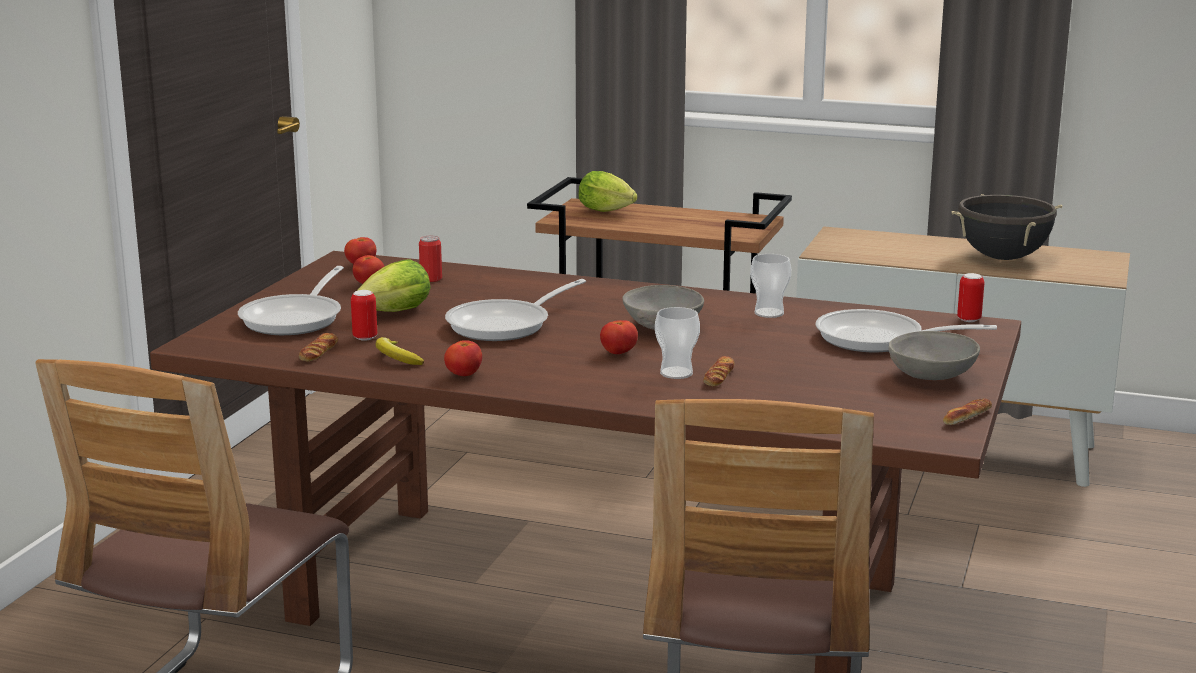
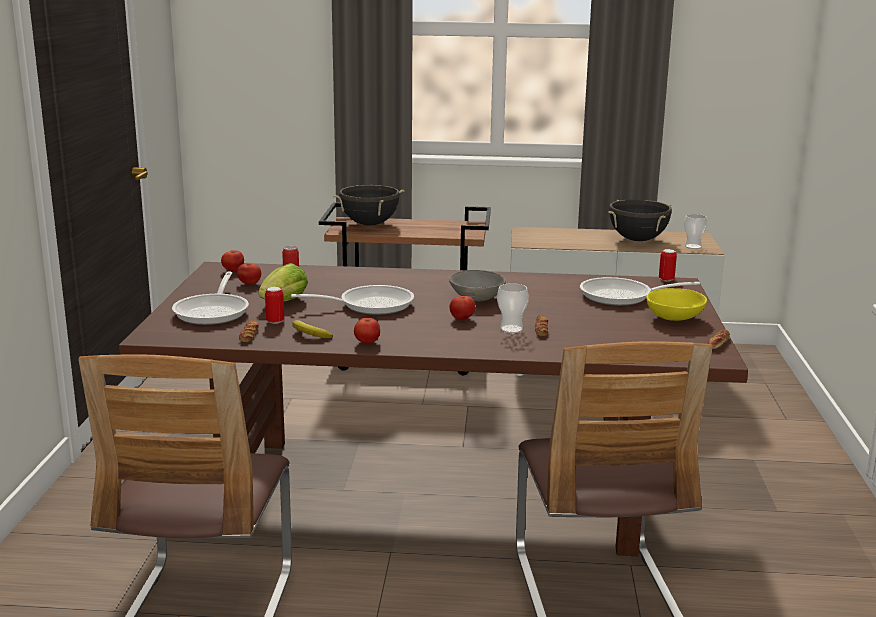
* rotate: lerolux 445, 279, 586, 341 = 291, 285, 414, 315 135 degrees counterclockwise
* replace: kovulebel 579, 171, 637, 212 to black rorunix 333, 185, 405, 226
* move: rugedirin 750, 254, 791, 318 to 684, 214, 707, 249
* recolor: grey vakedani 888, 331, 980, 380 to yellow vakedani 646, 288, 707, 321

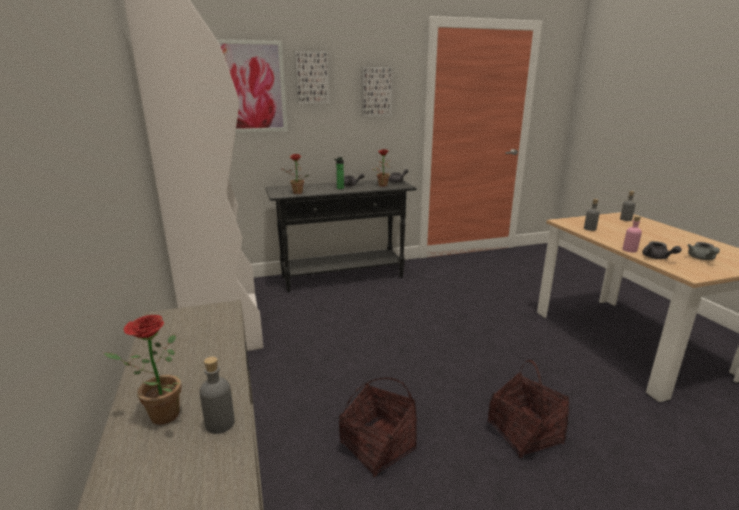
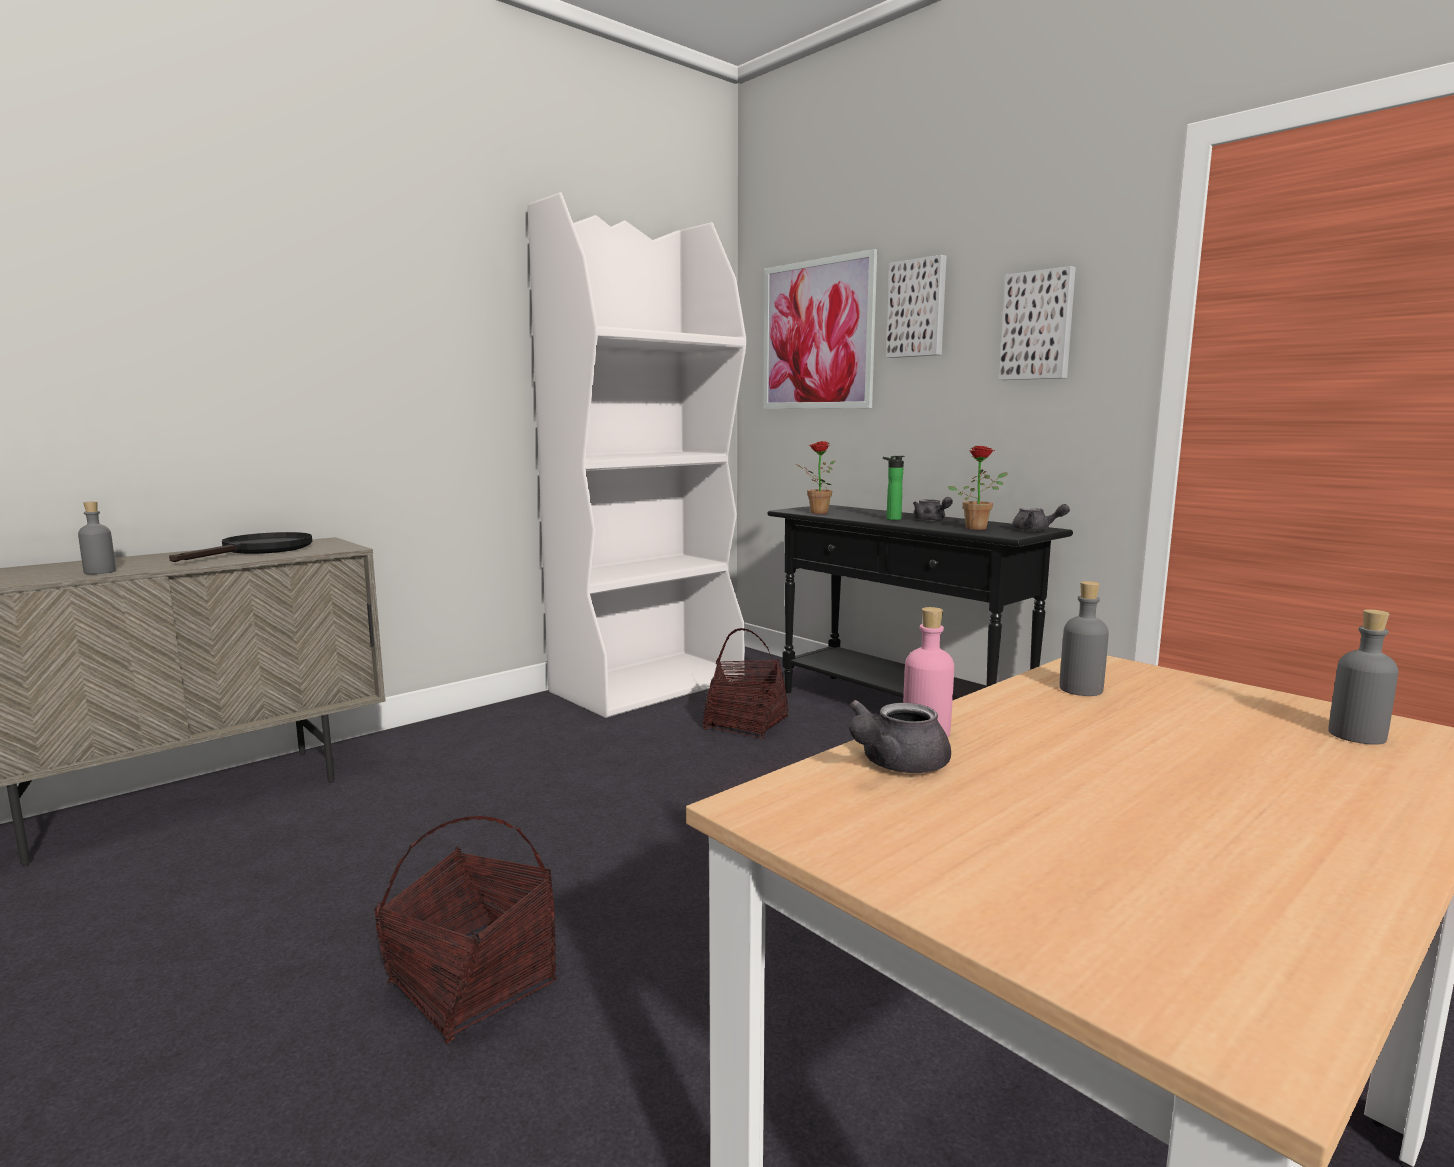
* delete: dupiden 104, 315, 181, 425
* move: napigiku 339, 378, 417, 477 to 703, 628, 789, 739
* delete: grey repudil 687, 242, 720, 260
* insert: black lerolux 169, 532, 312, 562

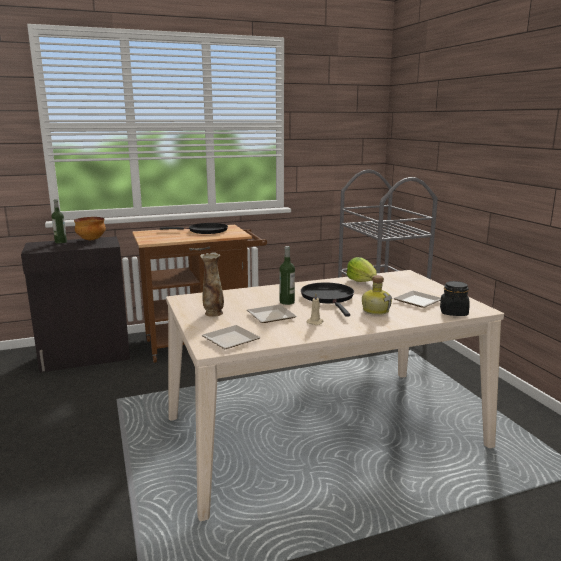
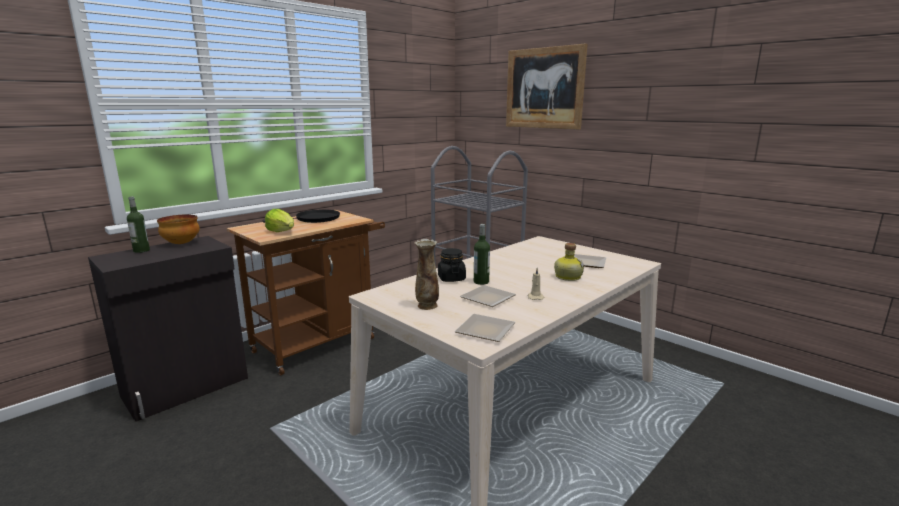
* delete: black lerolux 301, 282, 354, 317
* move: kovulebel 347, 257, 377, 282 to 265, 209, 294, 232
* move: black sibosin 440, 281, 470, 316 to 438, 248, 466, 282
* insert: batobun 506, 43, 588, 130

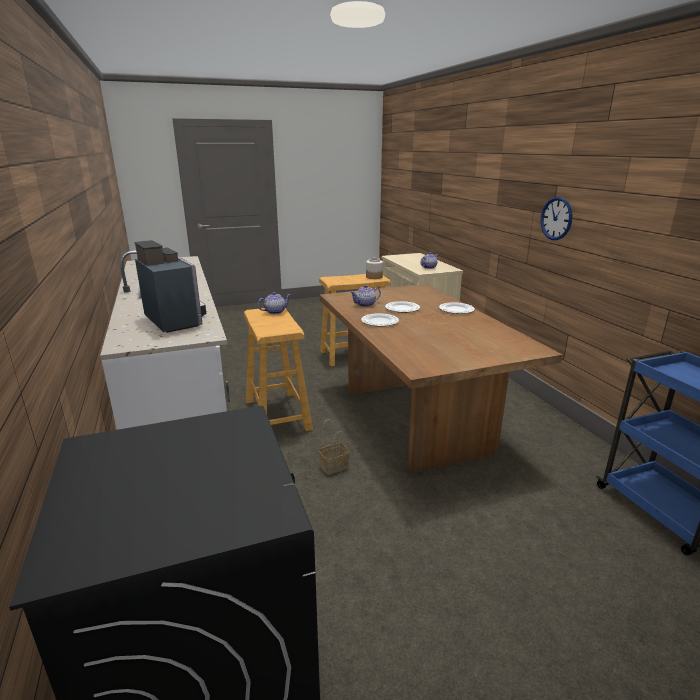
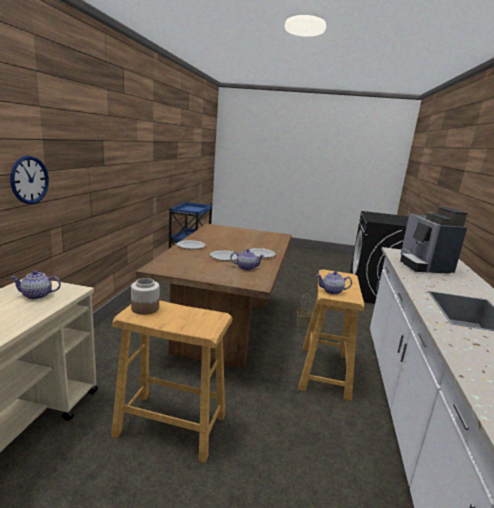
* move: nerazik 541, 197, 572, 240 to 10, 155, 49, 204

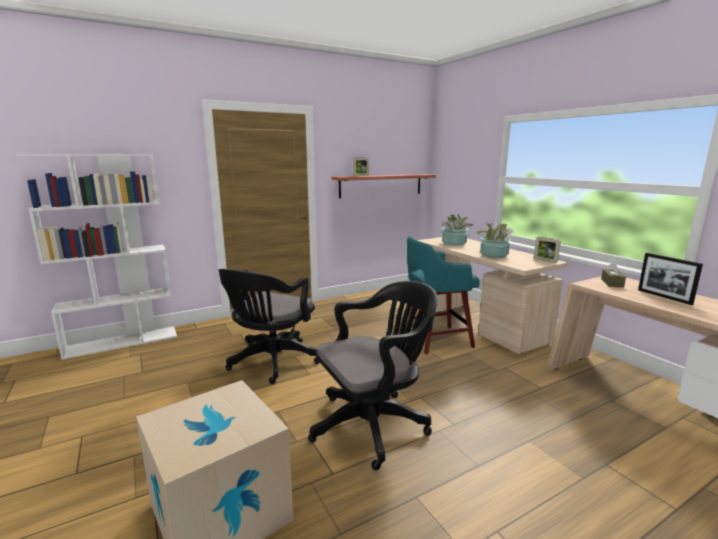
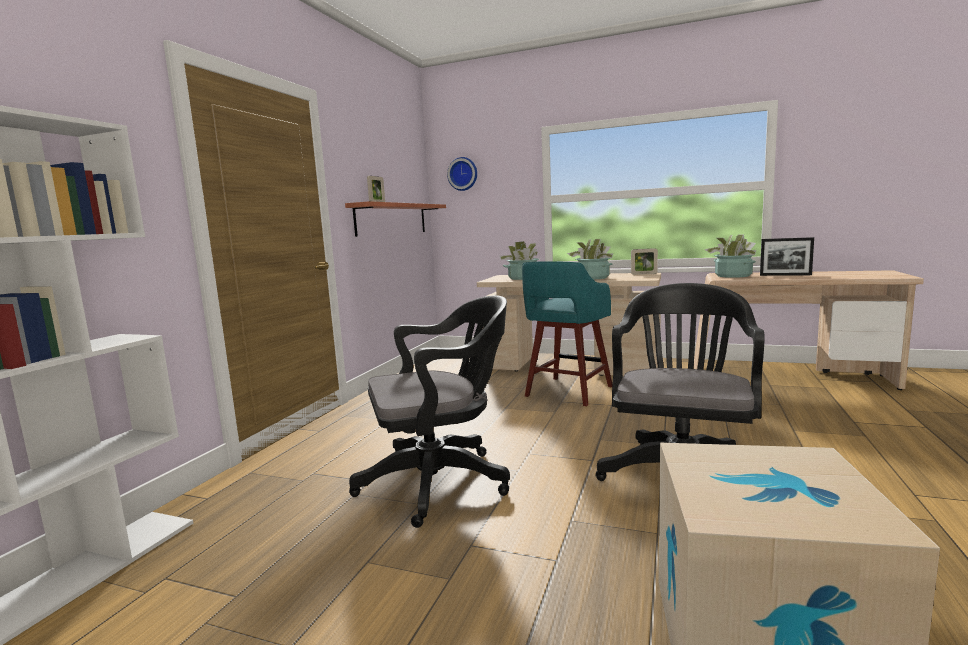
* rotate: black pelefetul 218, 269, 320, 384 = 349, 295, 510, 528 90 degrees counterclockwise
* replace: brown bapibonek 601, 262, 626, 288 to dupiden 704, 234, 757, 278
* insert: nerazik 447, 157, 477, 191

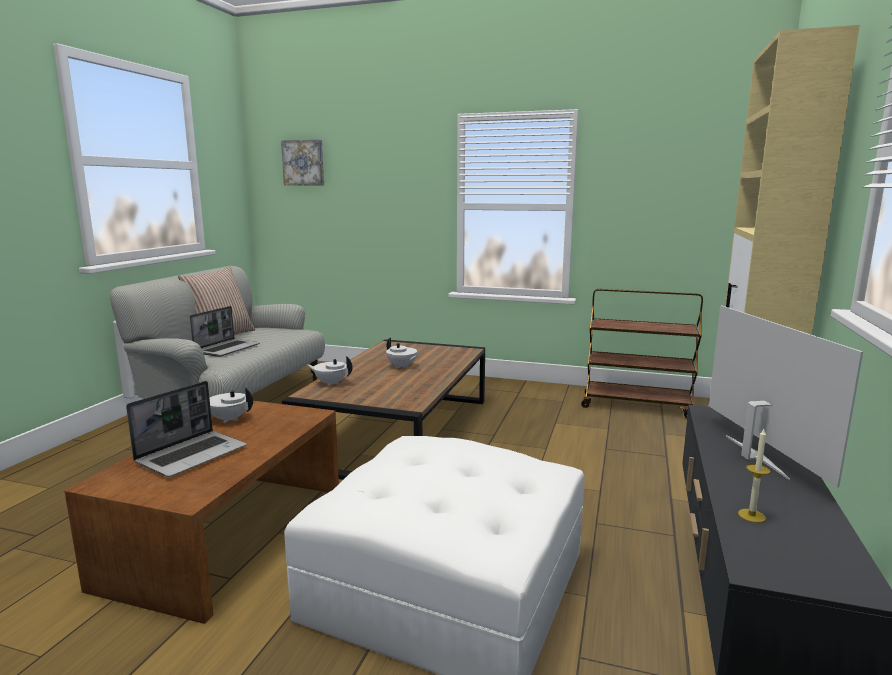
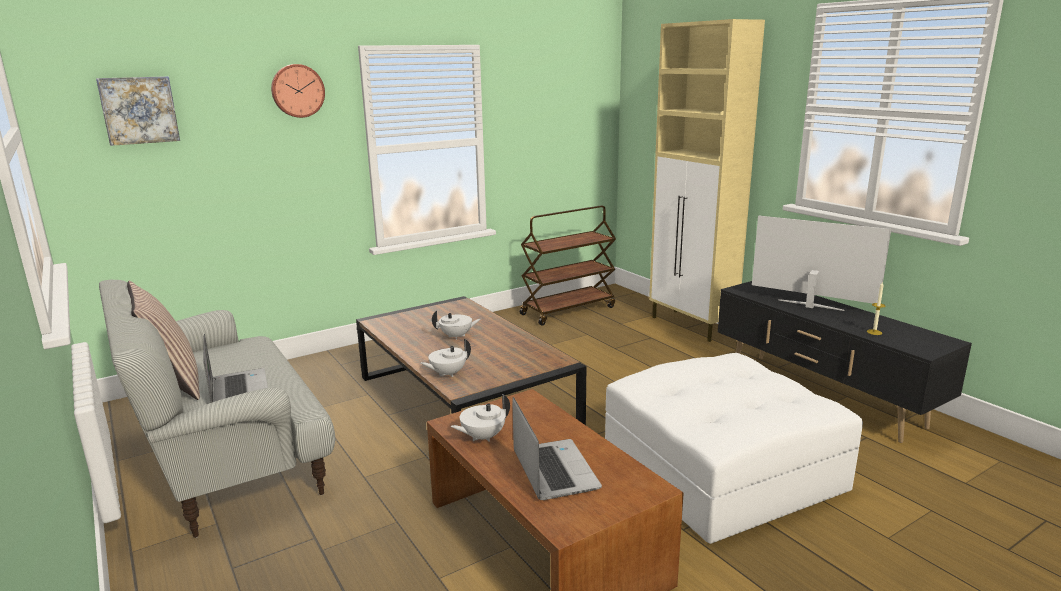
* insert: nerazik 271, 64, 325, 118

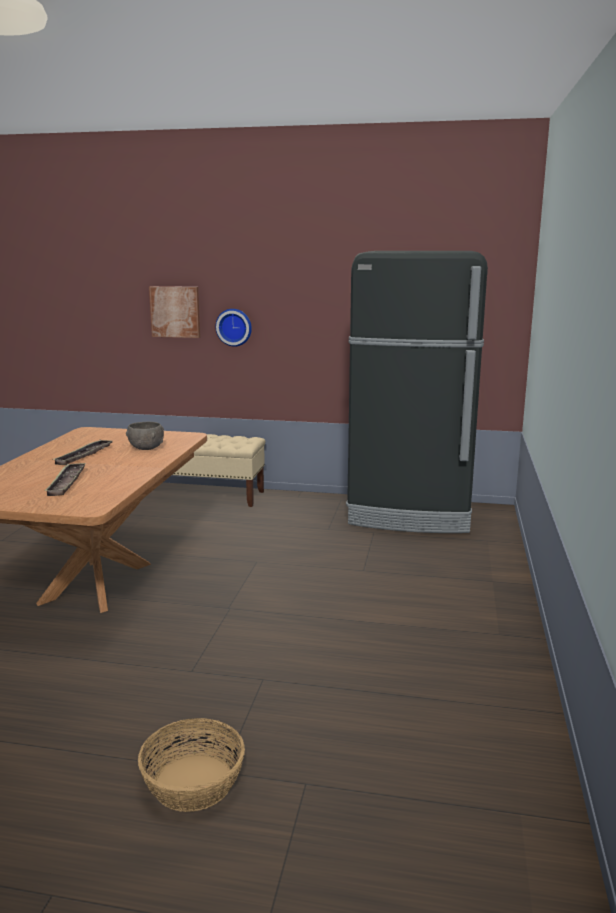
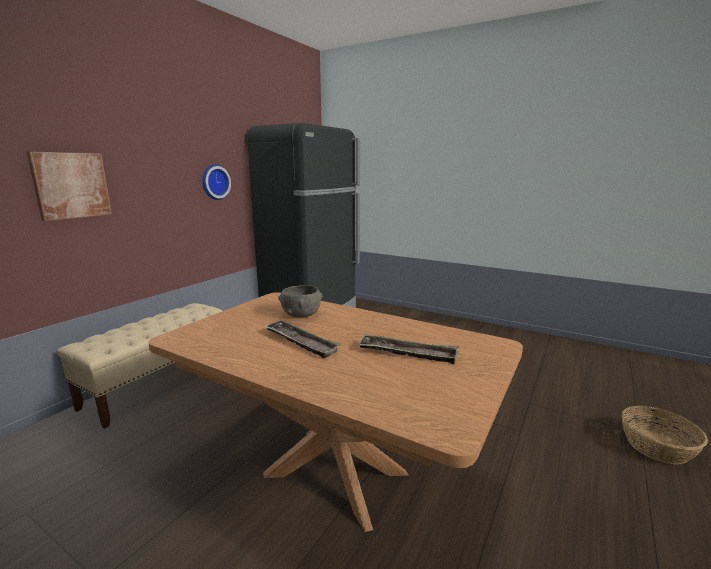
* move: nerazik 215, 309, 252, 347 to 202, 164, 231, 200

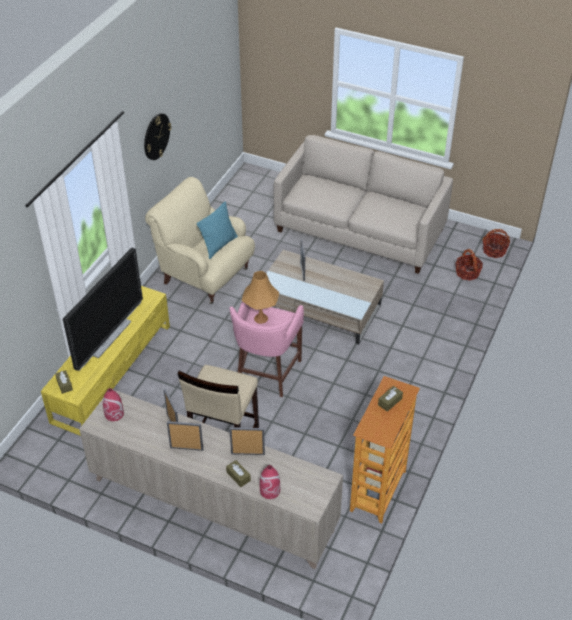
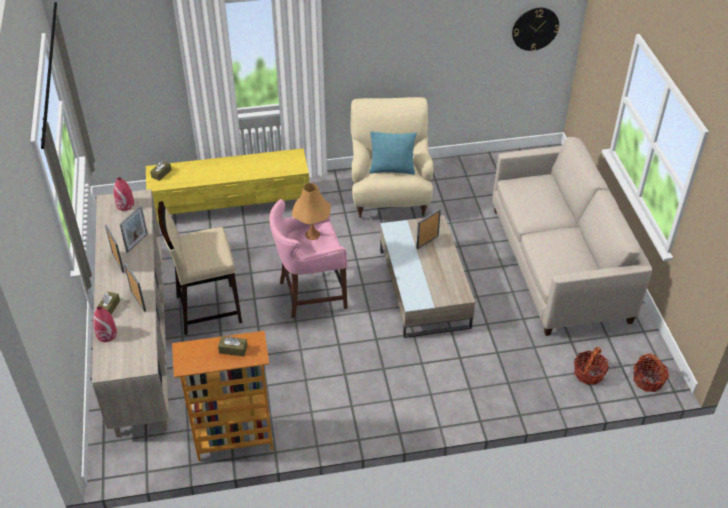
* delete: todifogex 63, 248, 143, 371
* move: nerazik 144, 113, 171, 160 to 512, 8, 559, 51

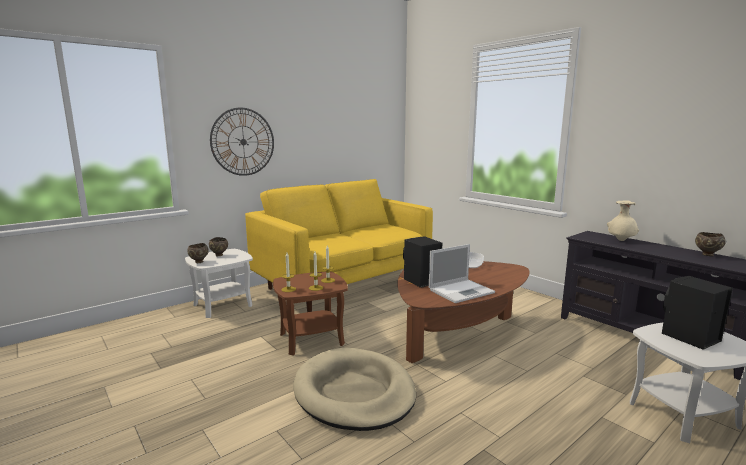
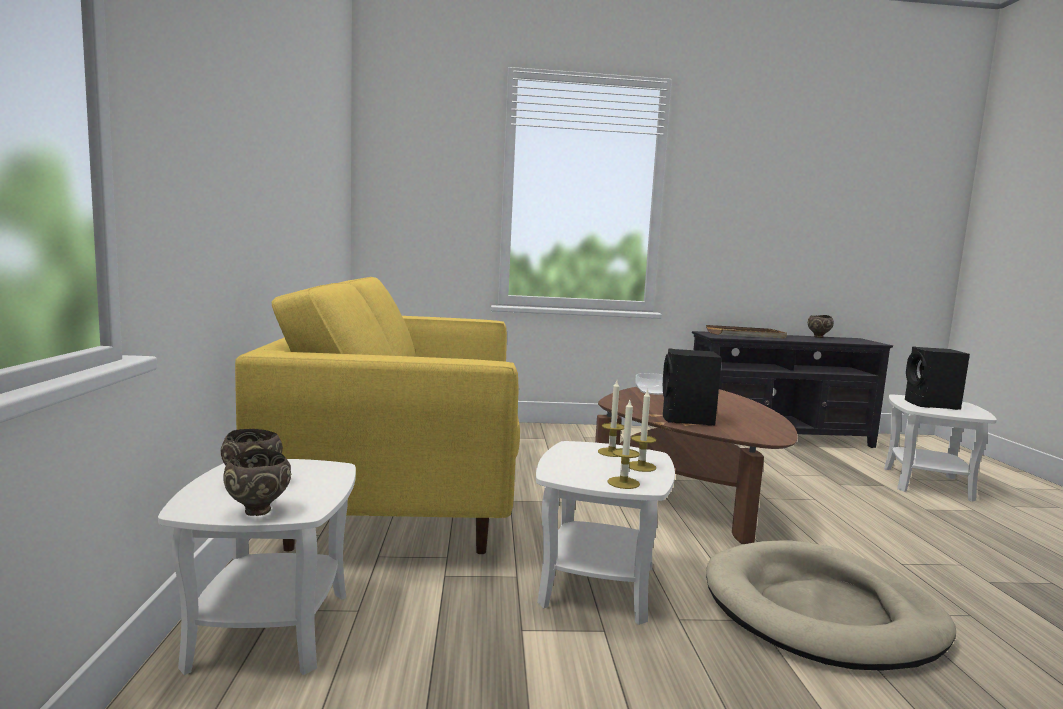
* delete: nerazik 210, 108, 274, 176
* recolor: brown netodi 273, 271, 348, 356 to white netodi 536, 441, 675, 625
* delete: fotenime 429, 244, 495, 303
* replace: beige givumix 607, 200, 639, 241 to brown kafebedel 706, 325, 787, 338

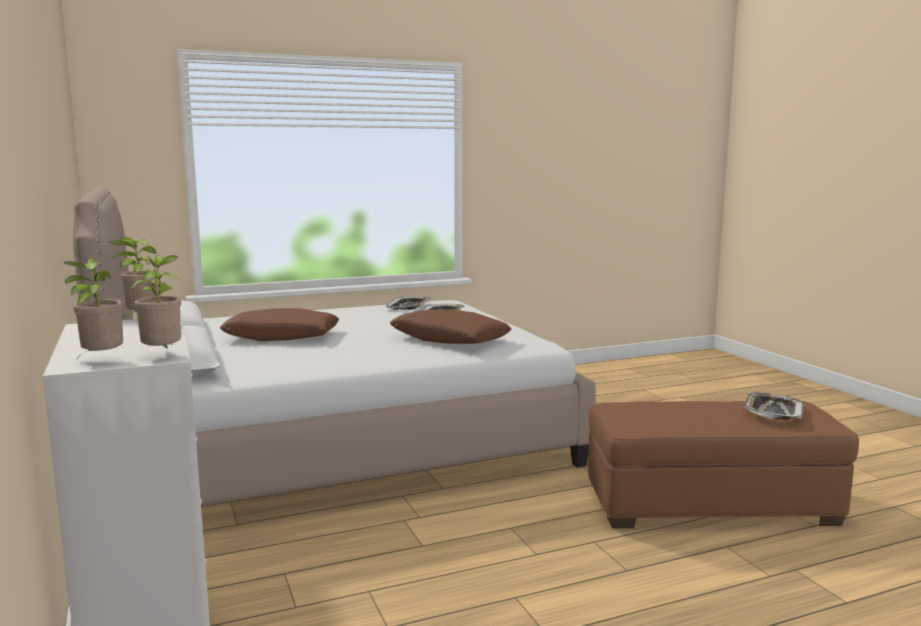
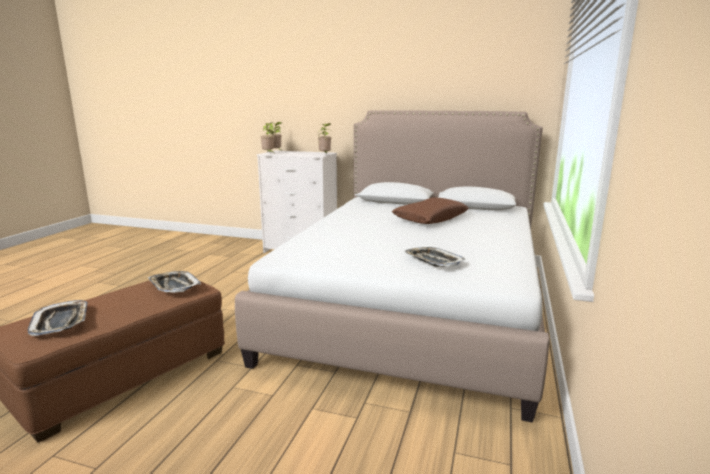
* move: kafebedel 386, 296, 431, 310 to 148, 271, 201, 293
* delete: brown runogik 390, 309, 512, 344

